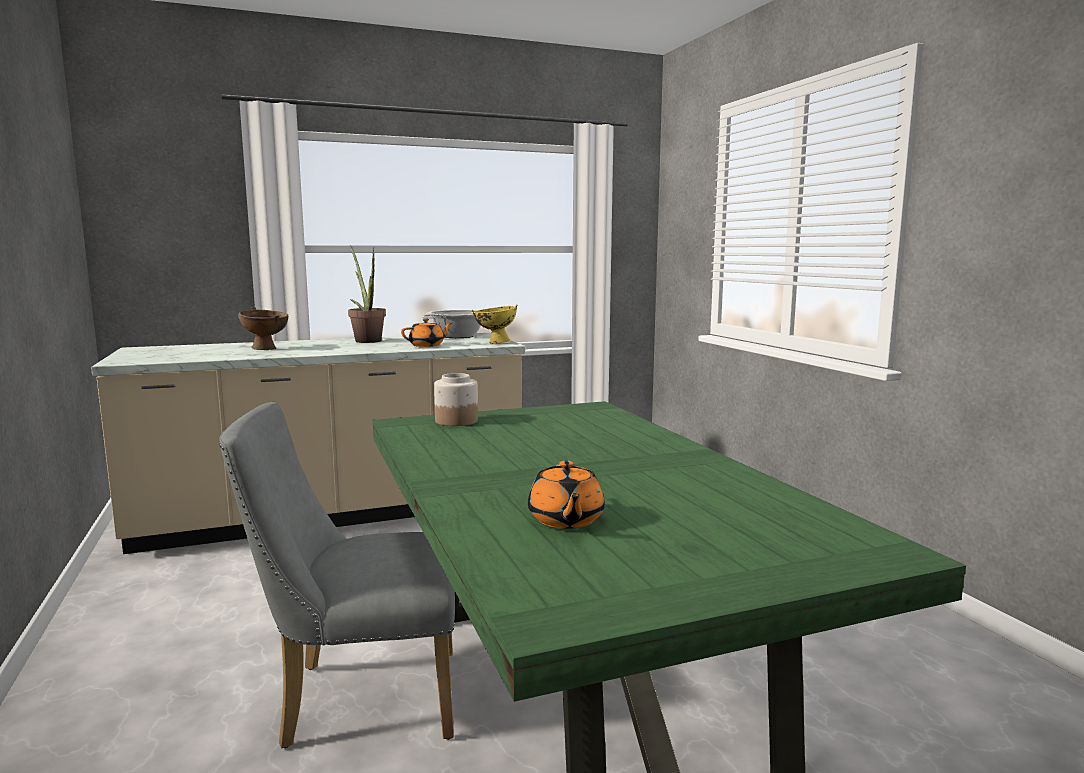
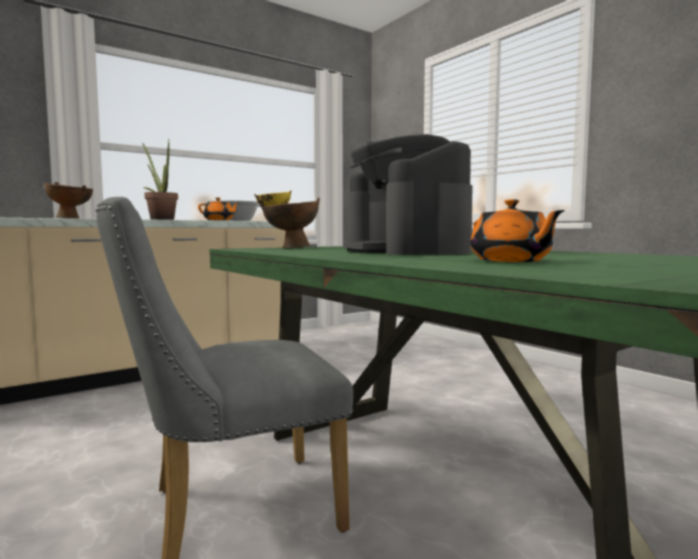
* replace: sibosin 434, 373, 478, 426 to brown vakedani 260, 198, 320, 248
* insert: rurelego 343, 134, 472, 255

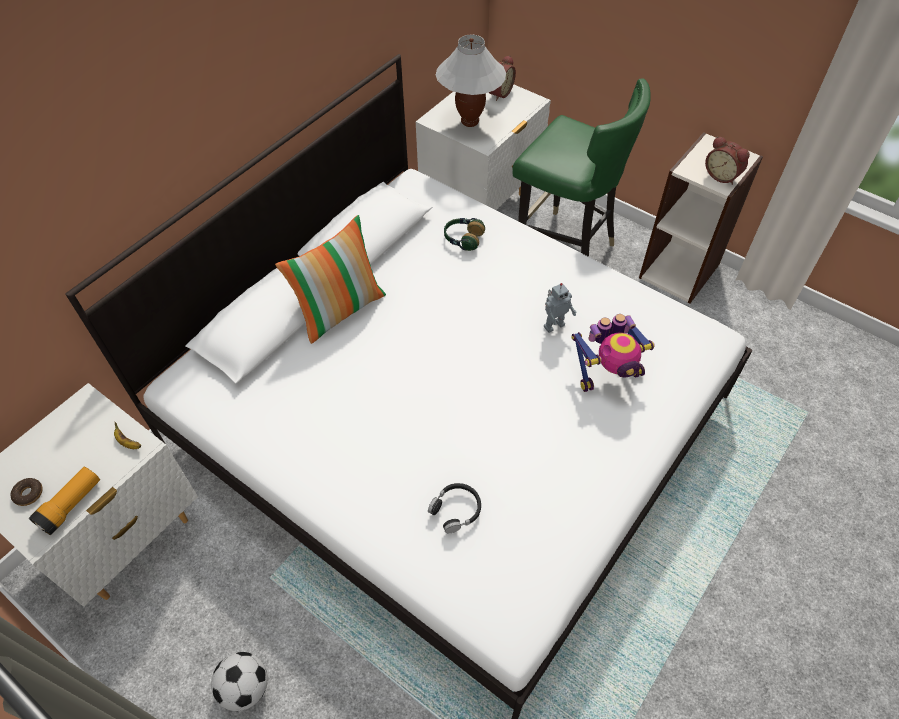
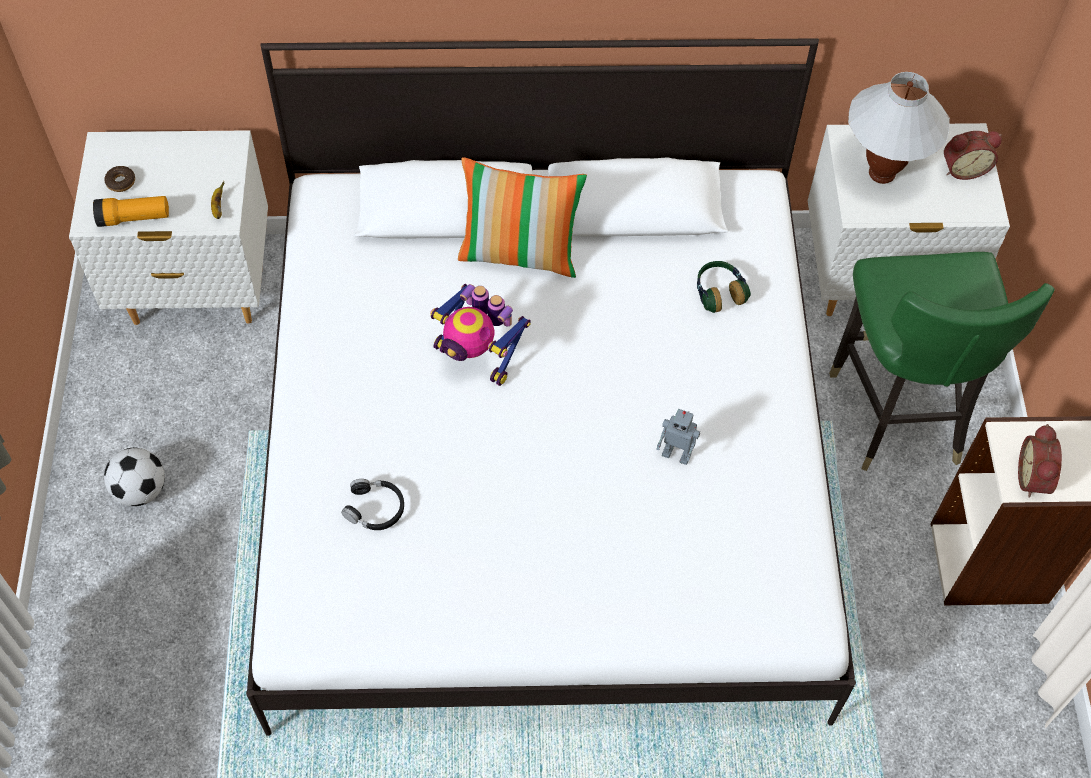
* move: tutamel 571, 314, 655, 392 to 430, 284, 531, 386

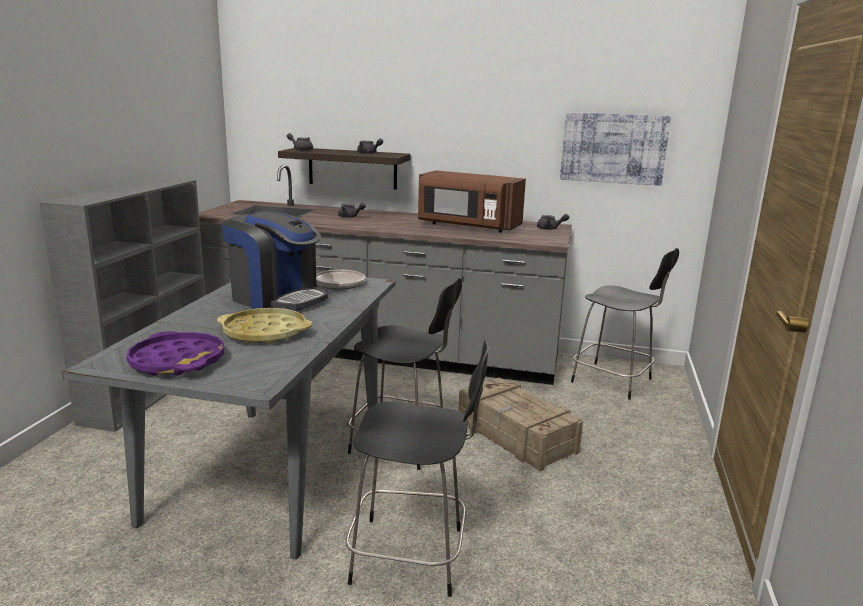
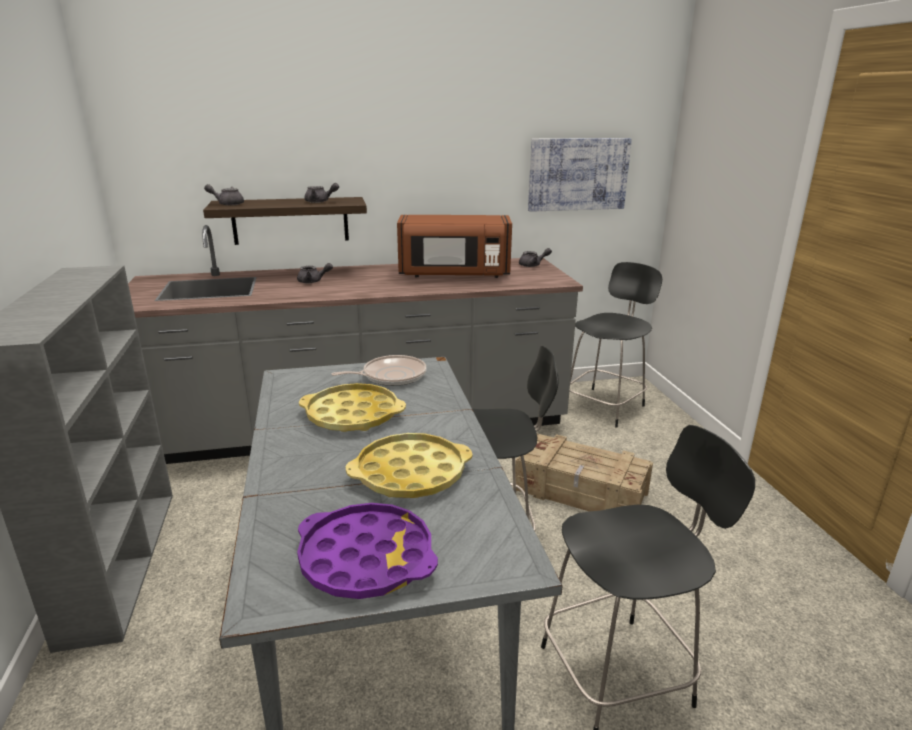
* replace: rurelego 222, 211, 328, 311 to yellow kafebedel 299, 383, 406, 432
* rotate: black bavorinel 571, 248, 679, 400 = 569, 262, 662, 428 60 degrees counterclockwise

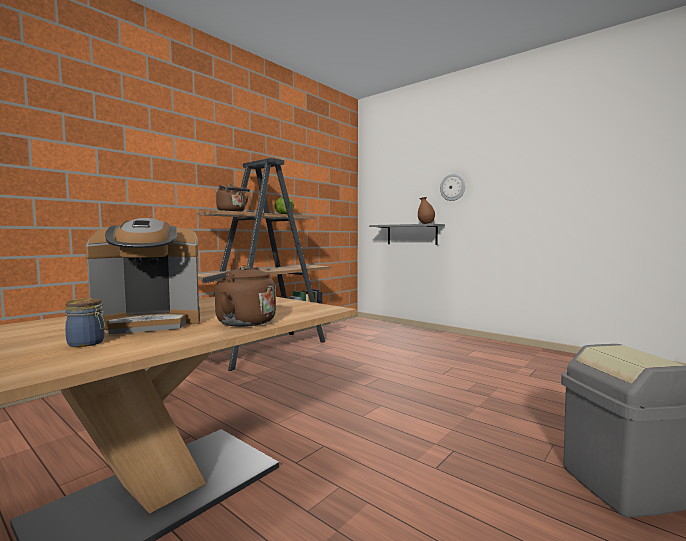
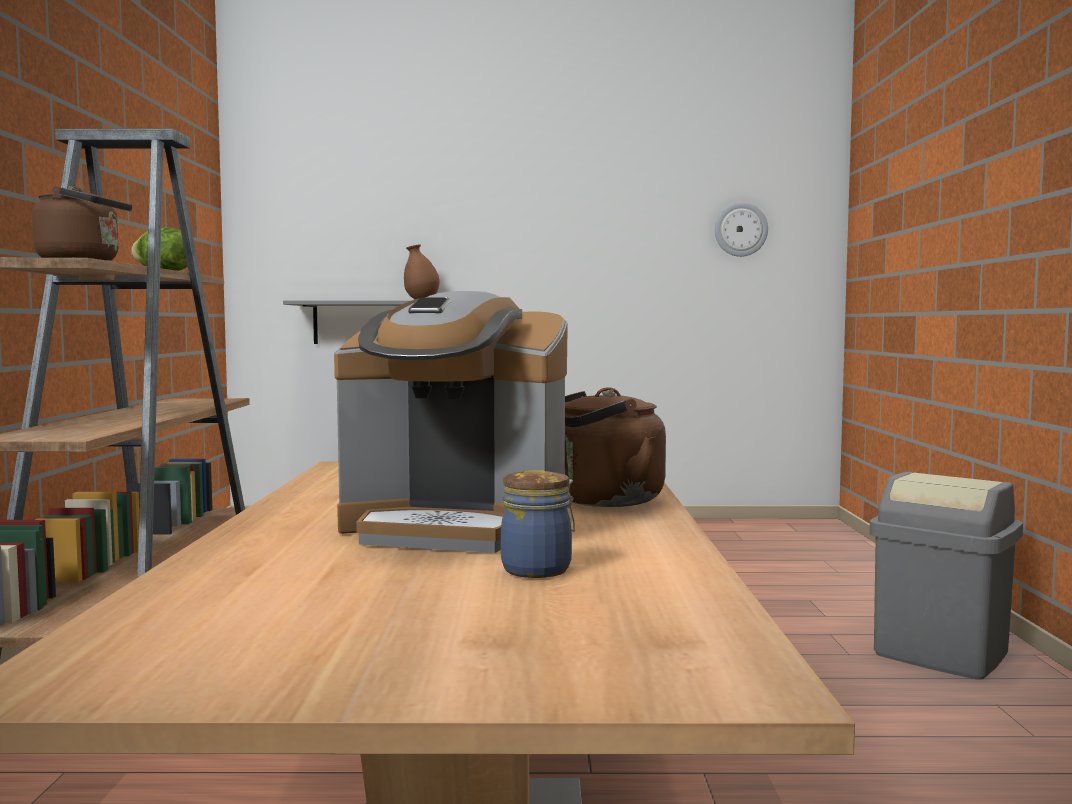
* rotate: rurelego 85, 218, 200, 334 = 334, 291, 567, 553 75 degrees clockwise
* move: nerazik 440, 174, 465, 201 to 715, 202, 768, 257

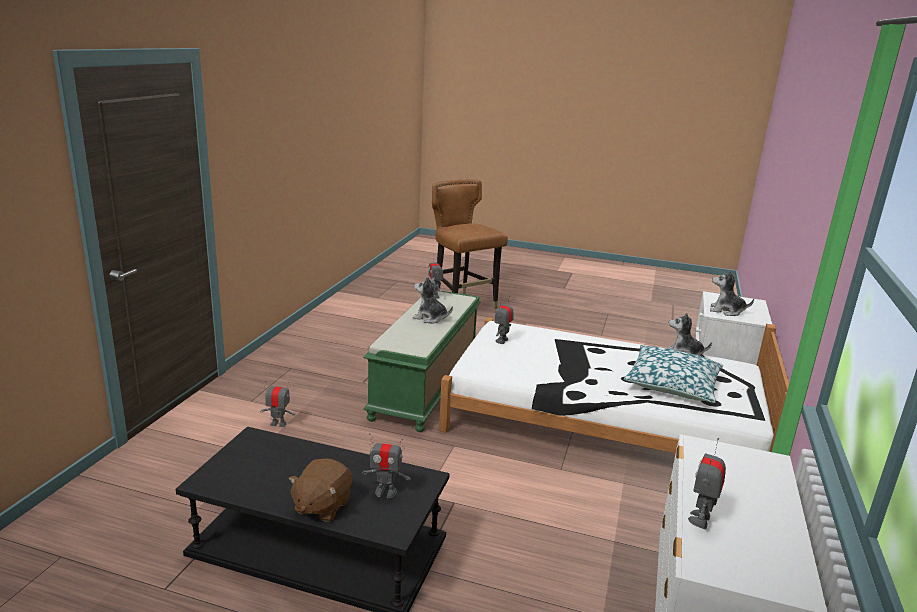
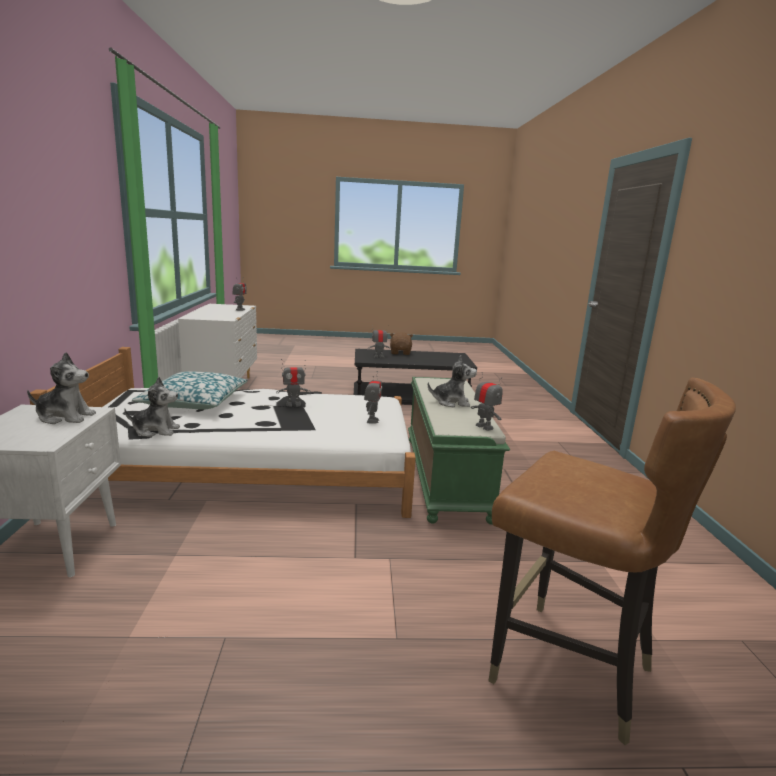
* move: tutamel 260, 380, 295, 427 to 276, 359, 311, 407

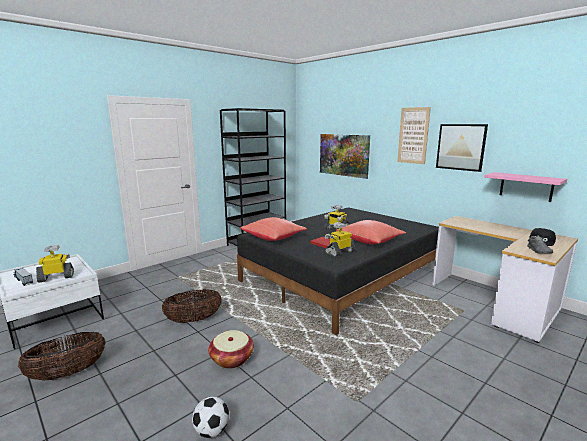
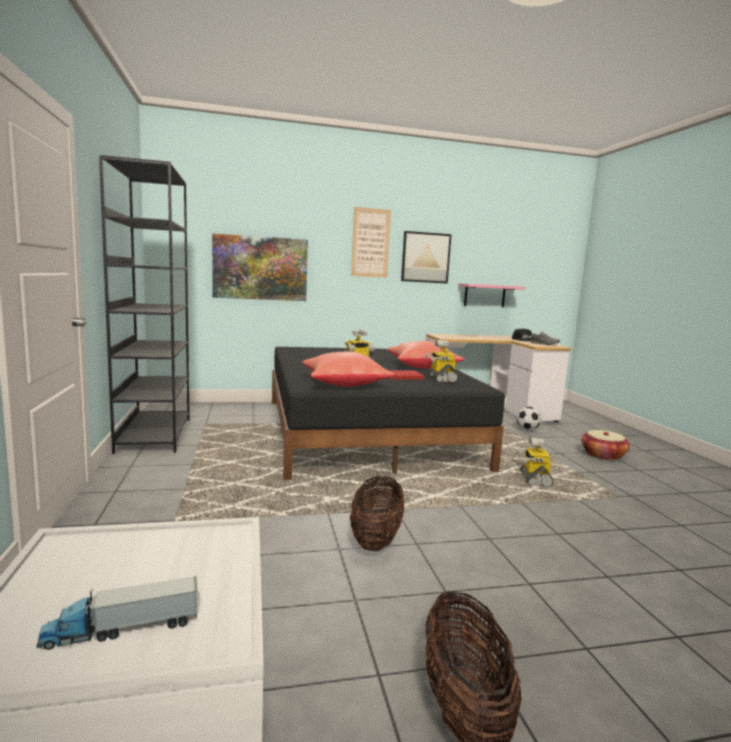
* move: tutamel 36, 245, 74, 283 to 518, 437, 553, 487
* move: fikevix 192, 396, 229, 438 to 516, 407, 541, 430
* move: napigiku 208, 330, 254, 369 to 581, 430, 630, 460

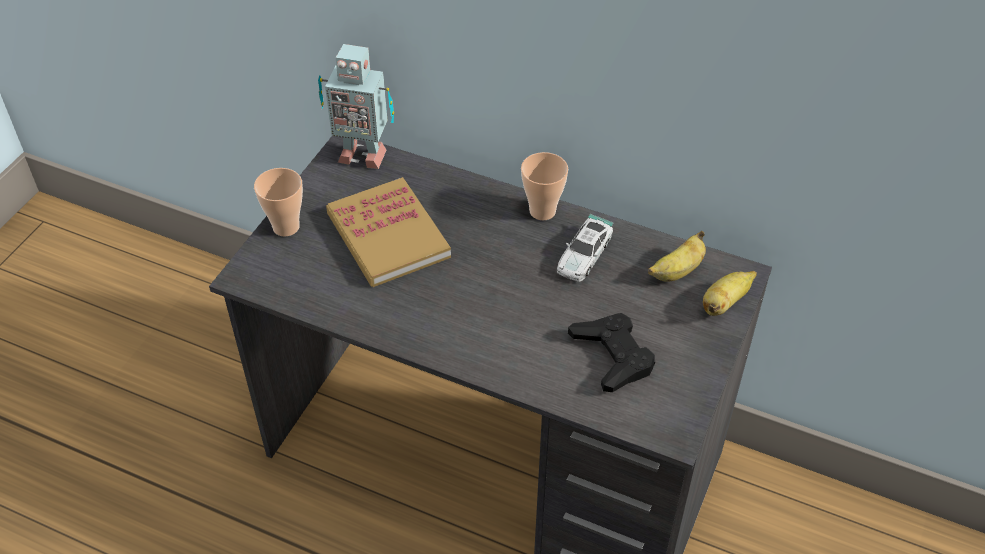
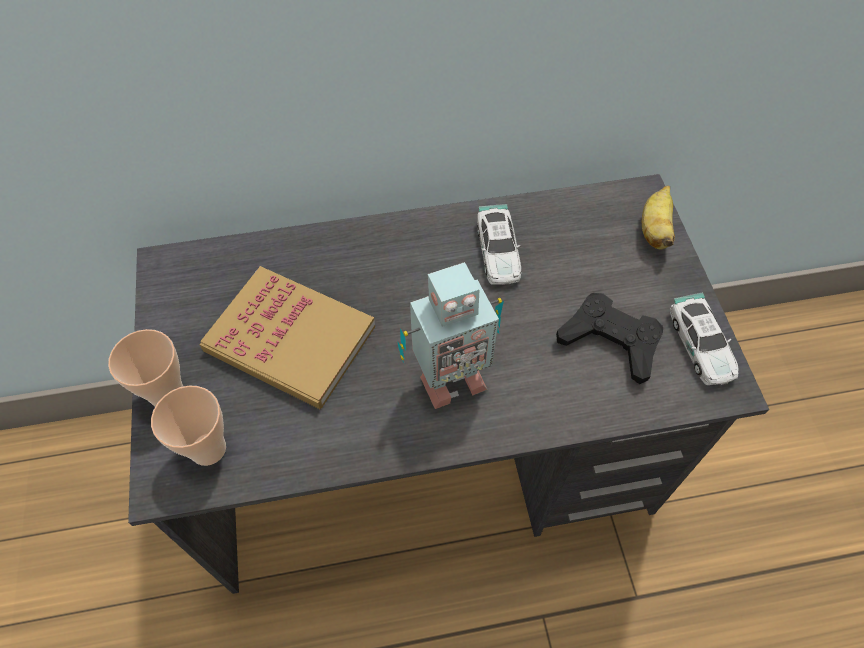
* move: tutamel 318, 44, 394, 169 to 397, 262, 504, 409
* move: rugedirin 521, 152, 568, 220 to 151, 386, 226, 466
* delete: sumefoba 648, 231, 706, 282
* insert: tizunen 670, 292, 739, 385

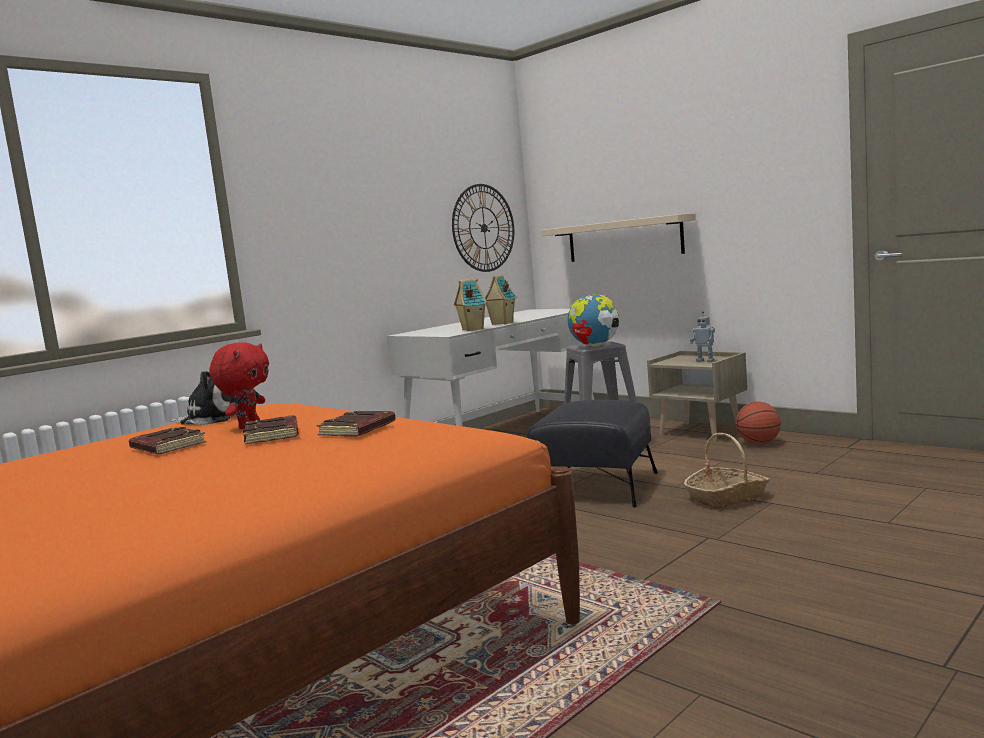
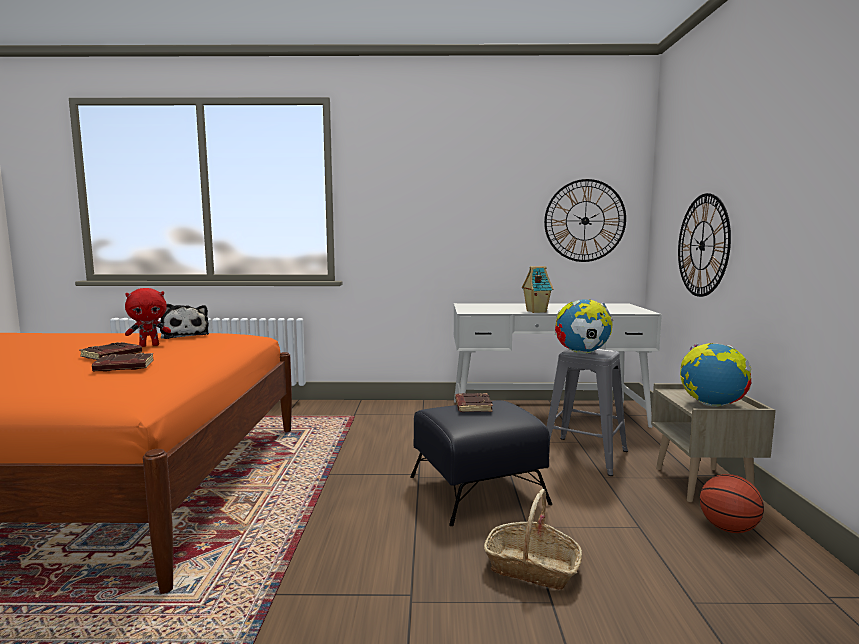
* move: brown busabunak 129, 427, 206, 454 to 455, 393, 493, 412
* delete: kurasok 454, 278, 487, 331
* replace: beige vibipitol 541, 213, 696, 262 to nerazik 678, 193, 731, 297
* replace: tutamel 690, 311, 715, 362 to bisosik 680, 343, 751, 407

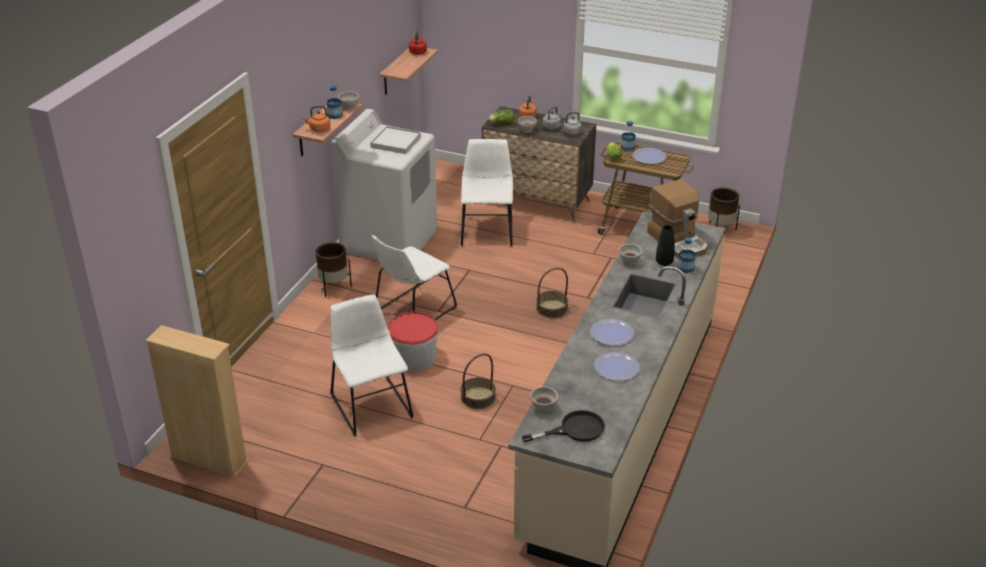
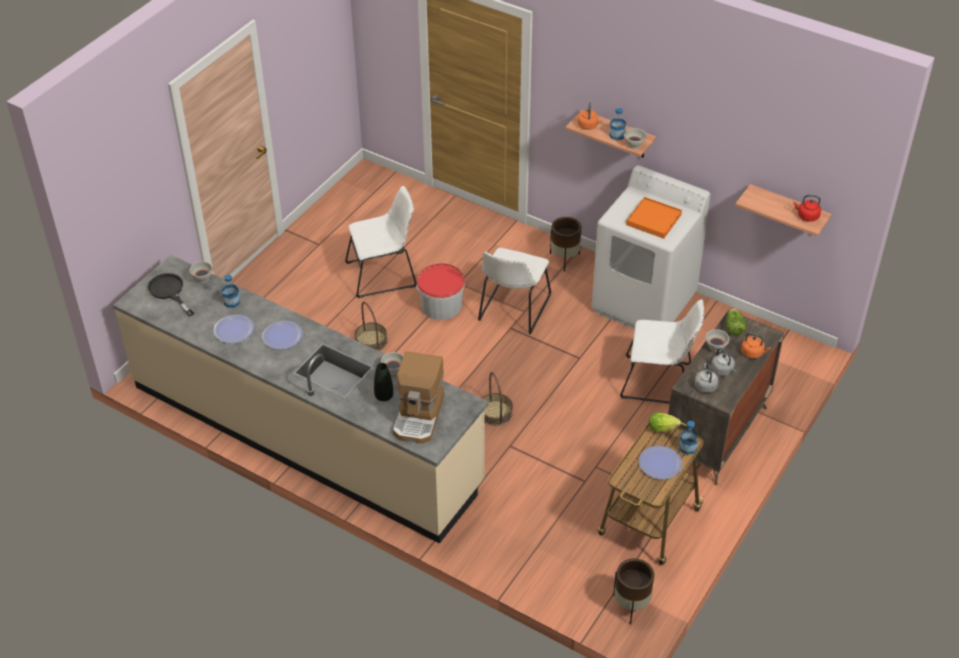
* delete: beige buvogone 145, 325, 249, 477
* recolor: white kafebedel 370, 126, 421, 154 to orange kafebedel 626, 197, 682, 239
* rotate: white bavorinel 371, 235, 457, 320 = 478, 247, 551, 334 120 degrees counterclockwise
* rotate: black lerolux 522, 410, 605, 442 = 148, 273, 194, 316 150 degrees clockwise
* rotate: rurelego 647, 179, 708, 259 = 393, 351, 444, 444 60 degrees counterclockwise
* move: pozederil 677, 237, 695, 273 to 222, 275, 240, 308

